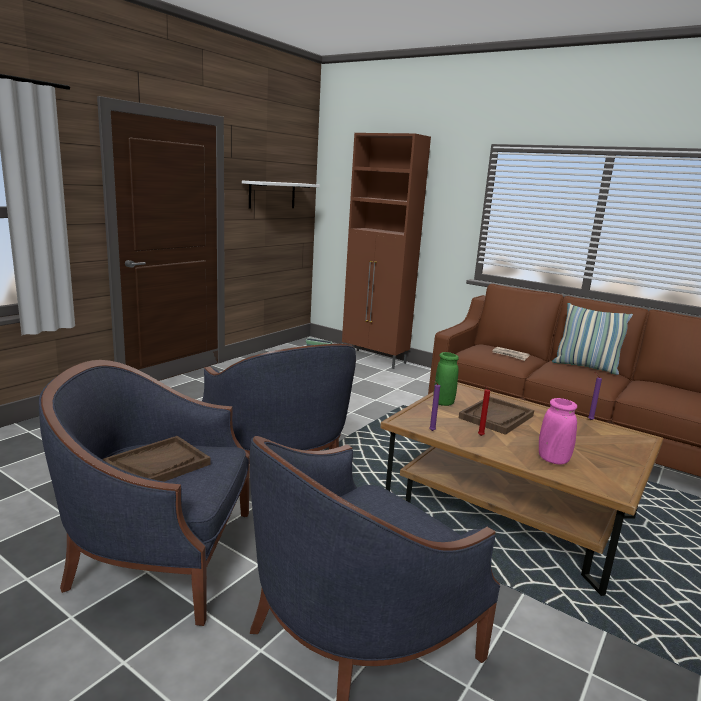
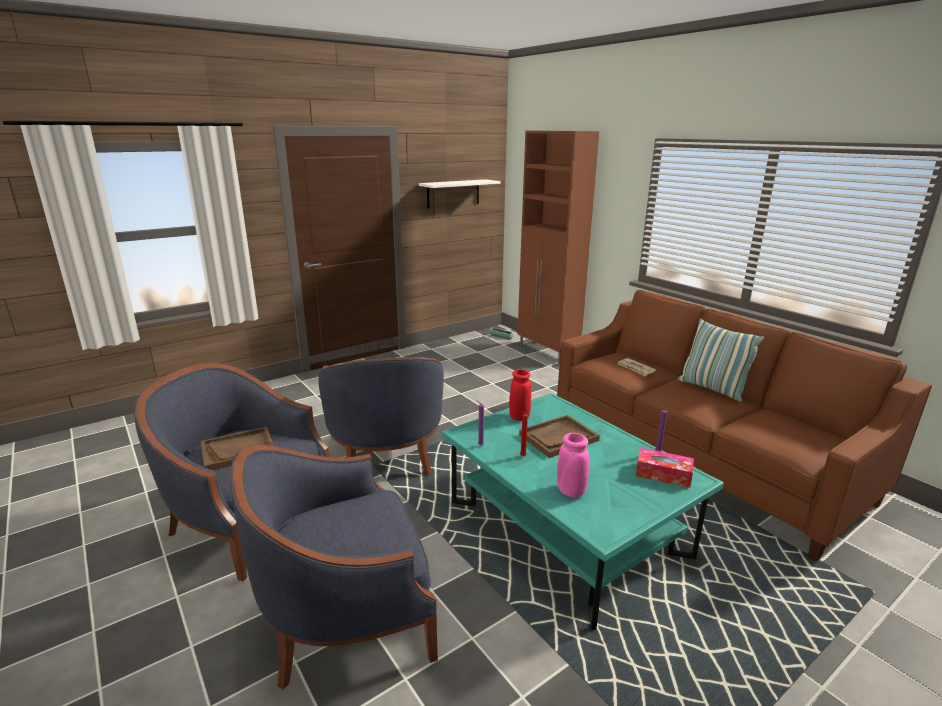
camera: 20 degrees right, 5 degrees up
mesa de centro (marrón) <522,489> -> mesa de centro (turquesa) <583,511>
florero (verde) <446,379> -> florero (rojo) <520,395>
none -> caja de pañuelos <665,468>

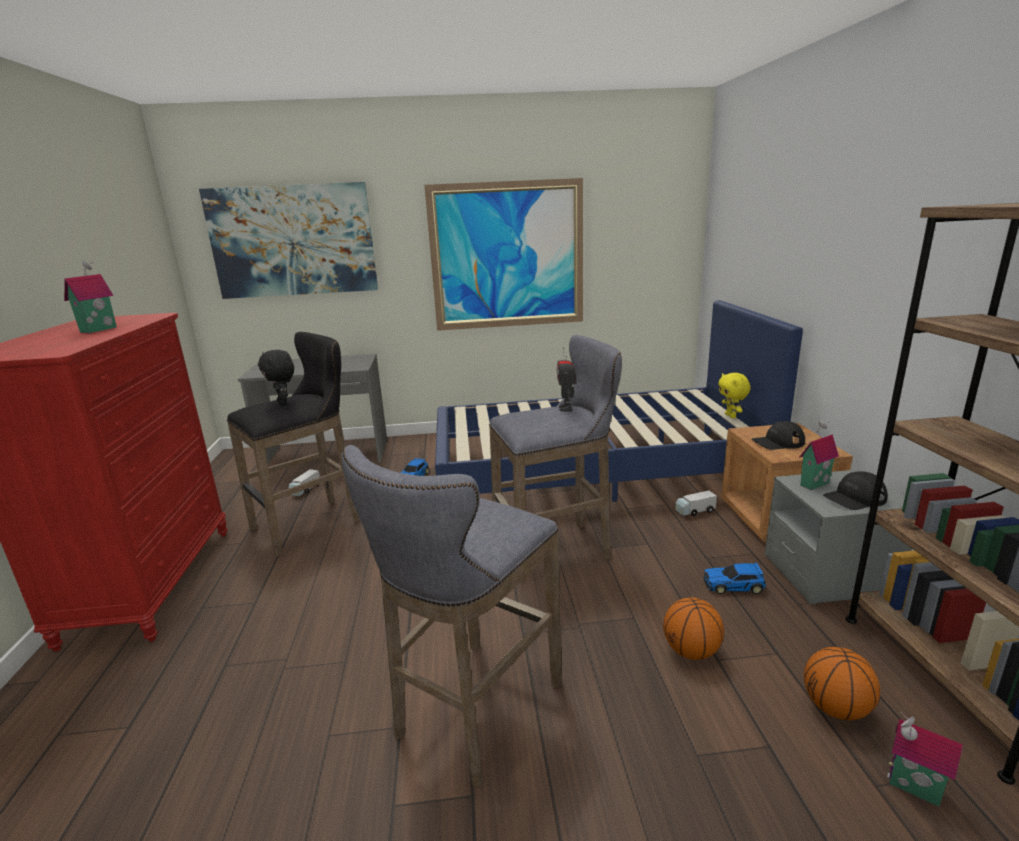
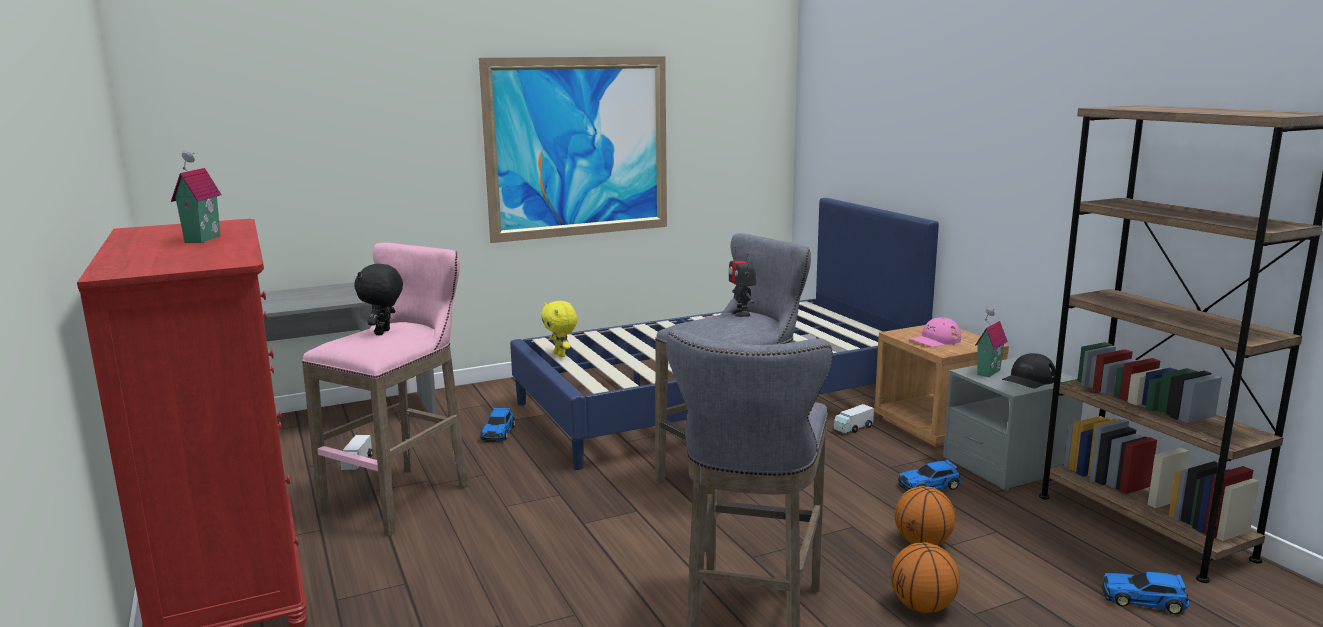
camera: 20 degrees left, 5 degrees down
cuadro <288,240> -> none
taburete (negro) <293,444> -> taburete (rosa) <385,389>
peluche (negro) <276,377> -> peluche (negro) <378,299>, 60 degrees clockwise
peluche (amarillo) <734,395> -> peluche (amarillo) <559,329>, move
gorra (negro) <778,435> -> gorra (rosa) <935,332>
balón de baloncesto <842,683> -> balón de baloncesto <925,577>, move
casita <925,759> -> coche de juguete <1145,593>

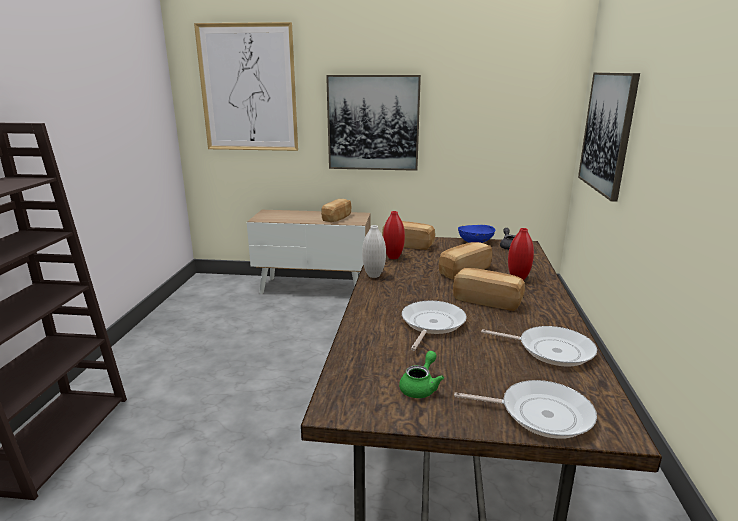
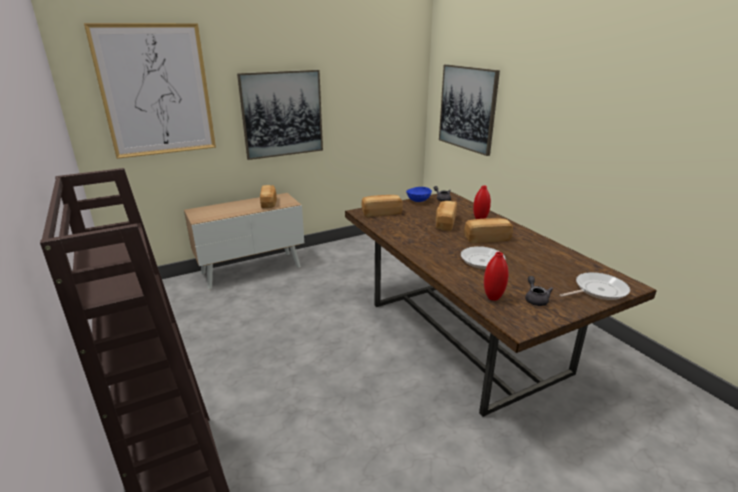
camera: 35 degrees left, 5 degrees up
florero (blanco) <374,251> -> none
florero (rojo) <394,235> -> florero (rojo) <496,276>, move
tetera (verde) <421,374> -> tetera (gris) <539,291>
sartén <539,346> -> none

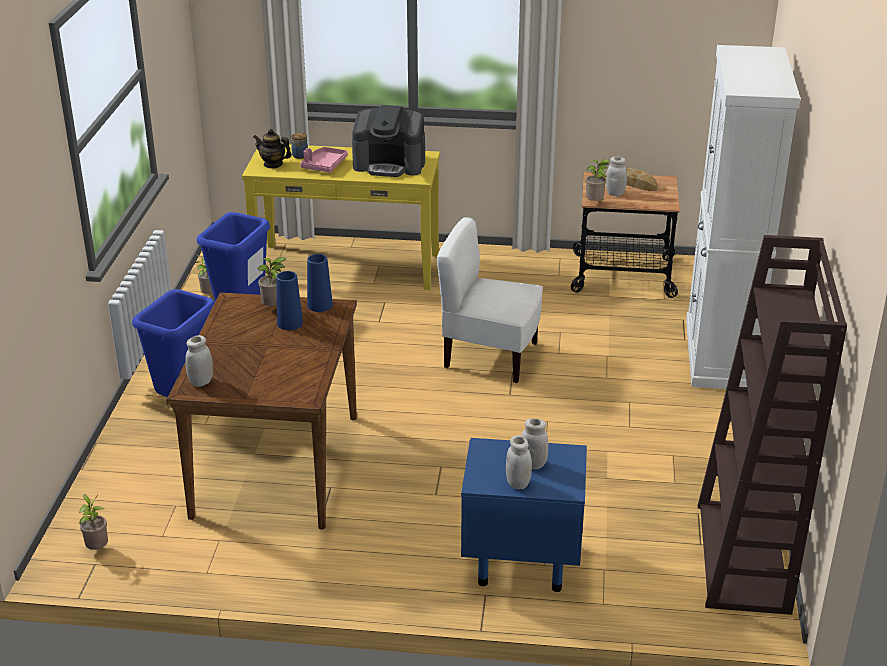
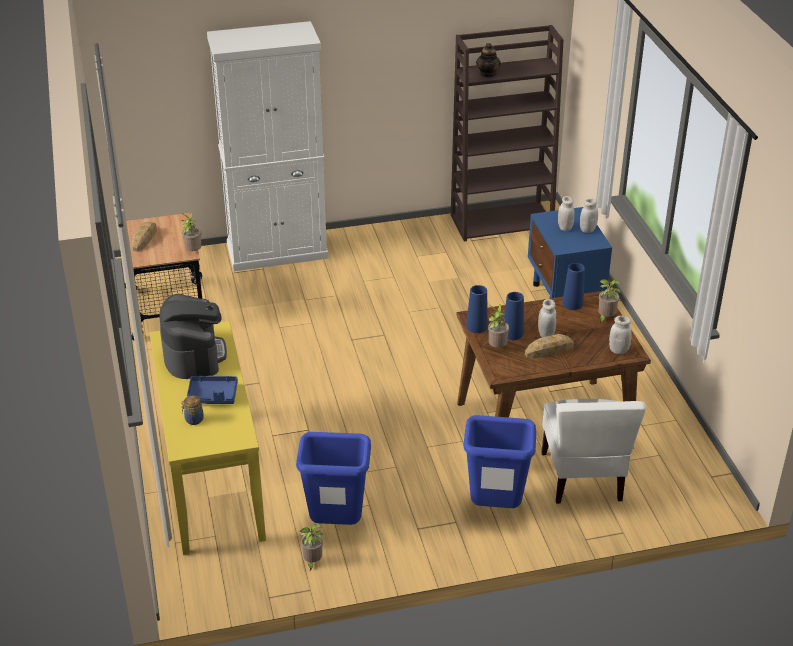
camera: 110 degrees left, 5 degrees up
planta en maceta <93,522> -> planta en maceta <610,301>, move
tetera <272,149> -> tetera <488,60>, move
bandeja (rosa) <324,159> -> bandeja (azul) <212,390>
silla (blanco) <490,300> -> silla (blanco) <593,451>, move
tarro (blanco) <616,176> -> tarro (blanco) <547,318>, move
none -> pan <549,346>
none -> florero (azul) <573,286>

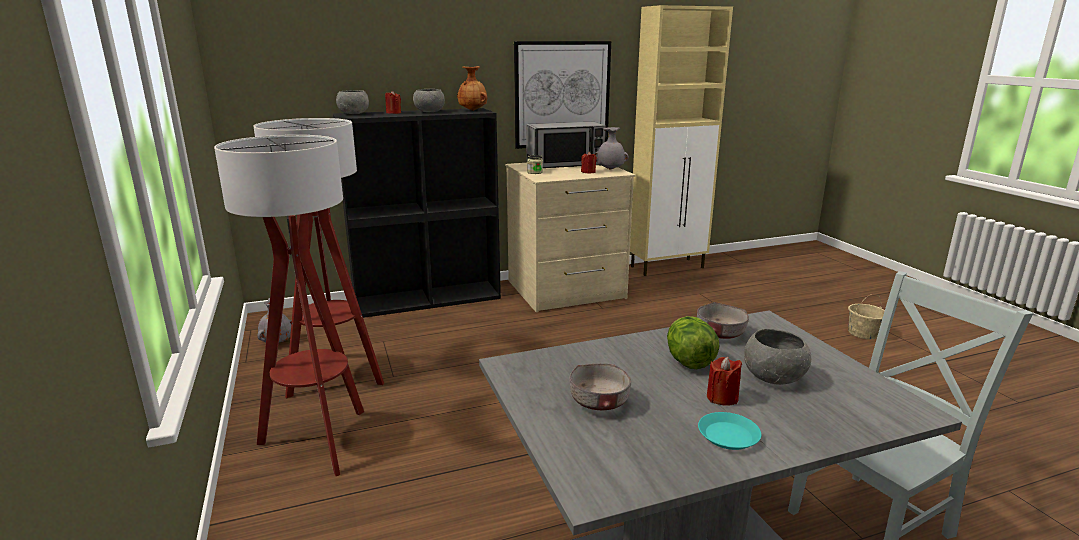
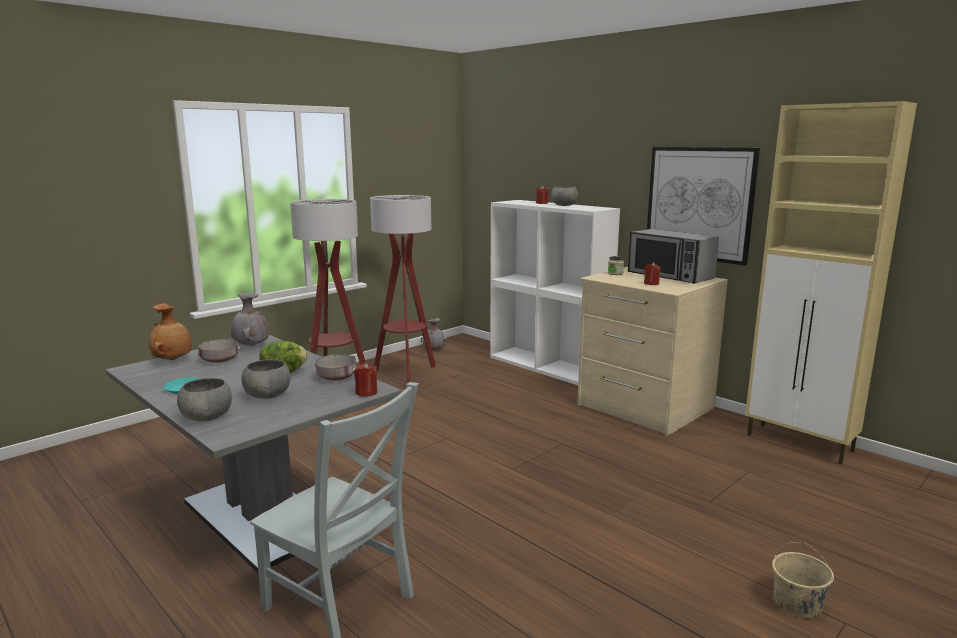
camera: 65 degrees right, 5 degrees down
estantería (negro) <417,213> -> estantería (blanco) <555,292>
cuenco (gris) <352,102> -> cuenco (gris) <204,400>, move
florero (marrón) <472,88> -> florero (marrón) <170,331>, move
florero (gris) <612,148> -> florero (gris) <250,319>, move
vela (rojo) <724,381> -> vela (rojo) <365,379>, move

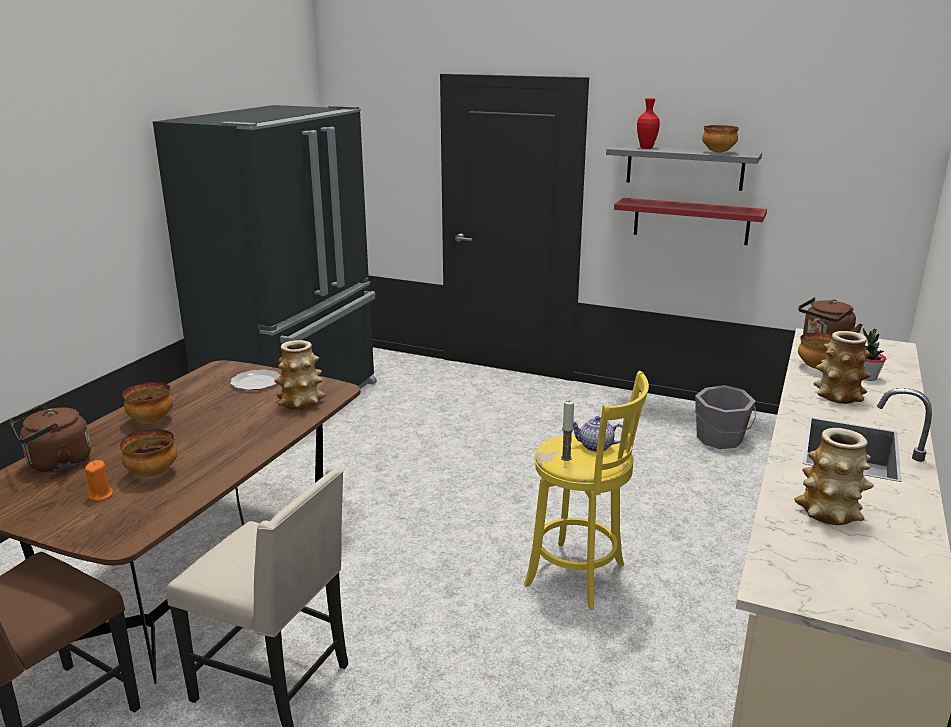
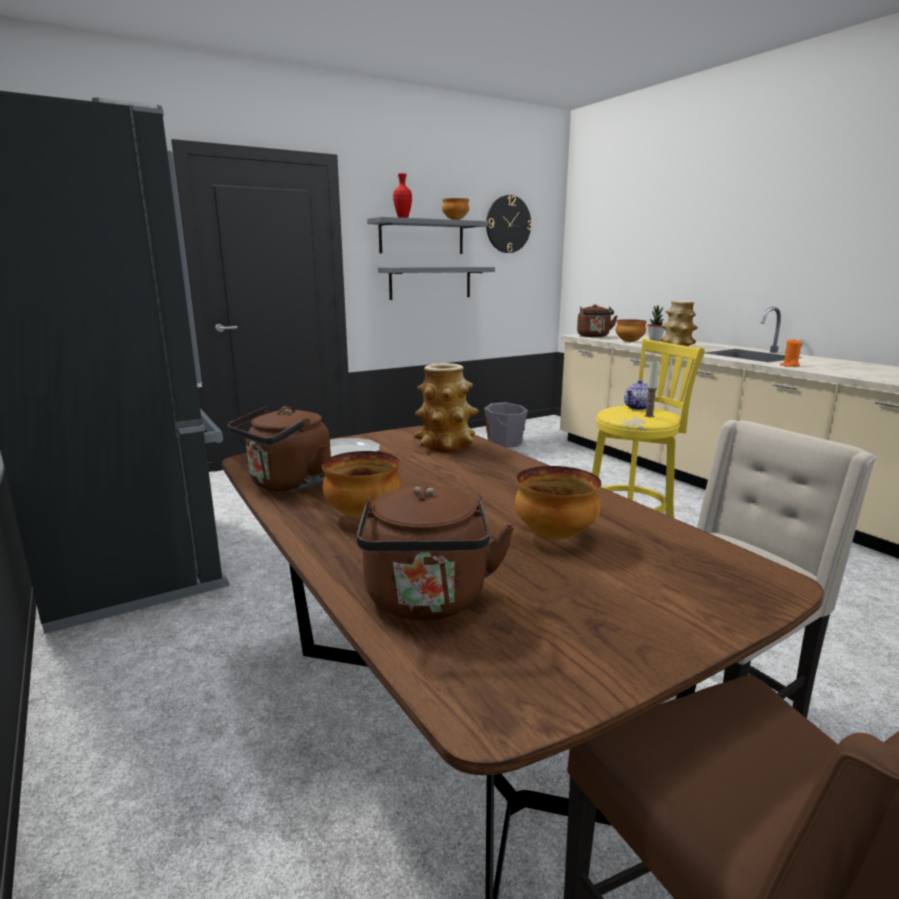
camera: 55 degrees left, 5 degrees down
vela (naranja) <99,480> -> vela (naranja) <791,352>, move
estante (rojo) <690,221> -> estante (gris) <436,283>
florero <834,476> -> none
none -> hervidor (marrón) <279,449>
none -> reloj de pared <509,224>

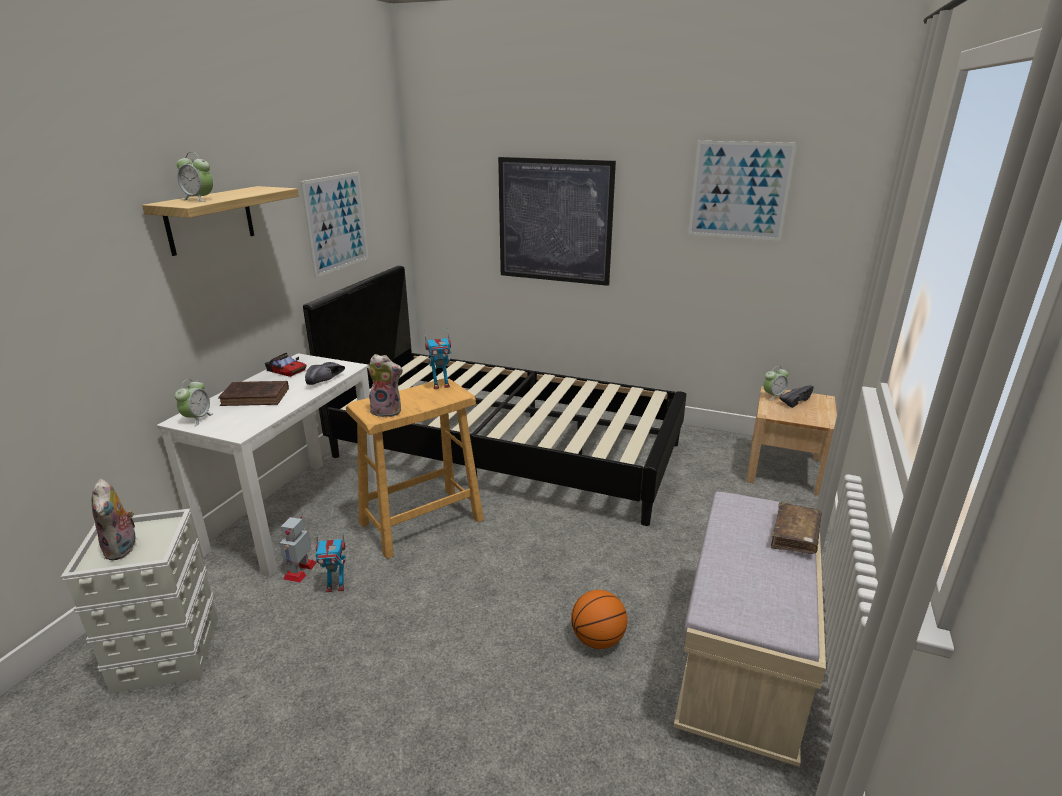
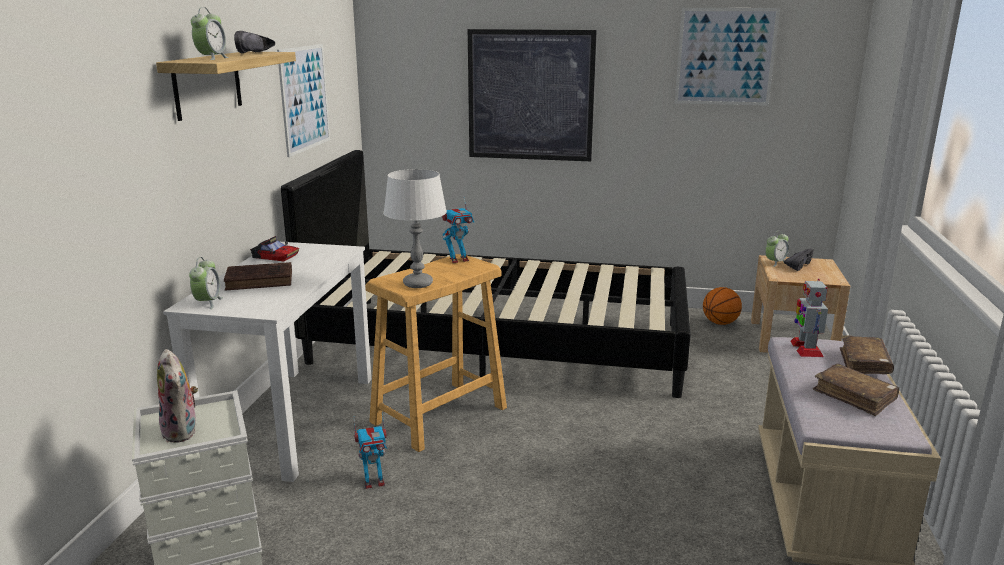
camera: 10 degrees left, 5 degrees down
despertador <195,177> -> despertador <210,33>, 90 degrees counterclockwise
robot de juguete <298,549> -> robot de juguete <809,318>, move
zapato (negro) <325,373> -> zapato (negro) <254,42>, move
peluche <385,385> -> lámpara de mesa (blanco) <415,228>
balón de baloncesto <599,619> -> balón de baloncesto <722,306>, move
none -> libro (marrón) <856,390>

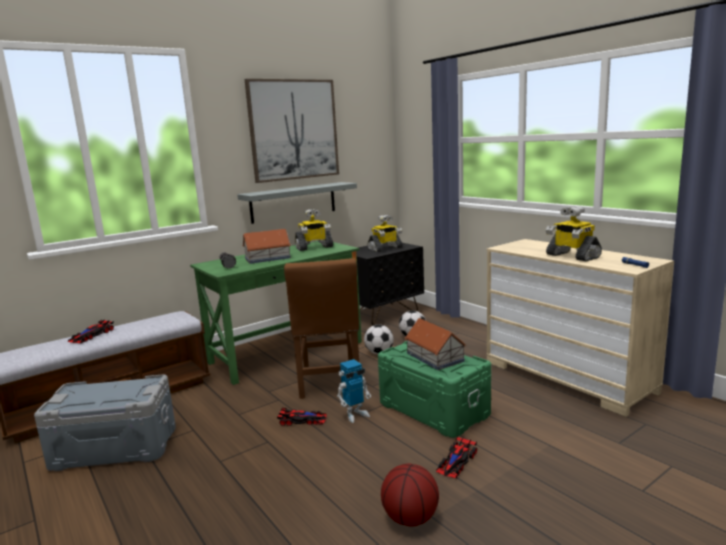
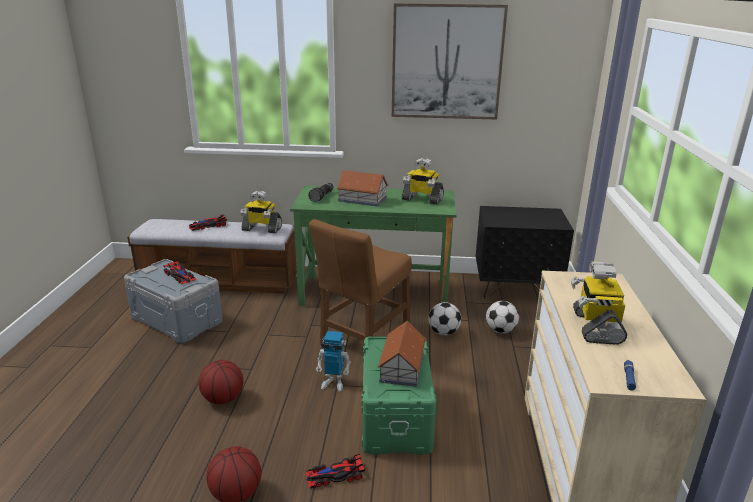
camera: 40 degrees right, 10 degrees up
estante (gris) <297,203> -> none
coche de juguete <302,417> -> coche de juguete <179,272>, move
robot de juguete <385,233> -> robot de juguete <261,211>, move
none -> balón de baloncesto <220,382>

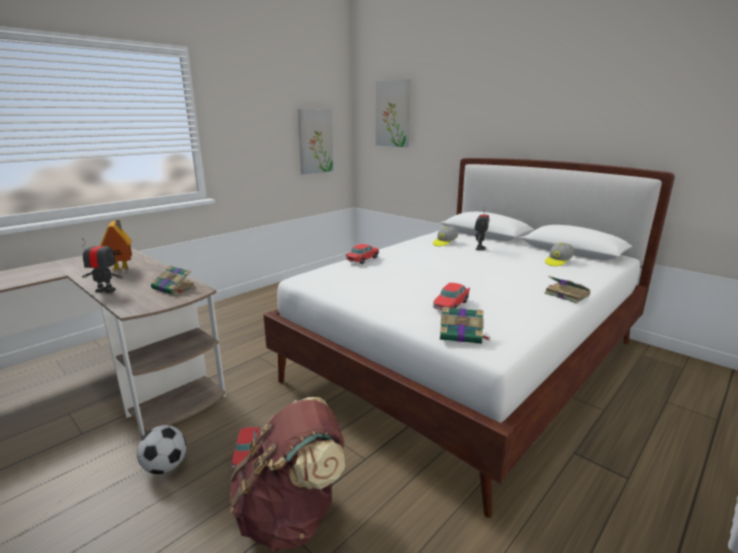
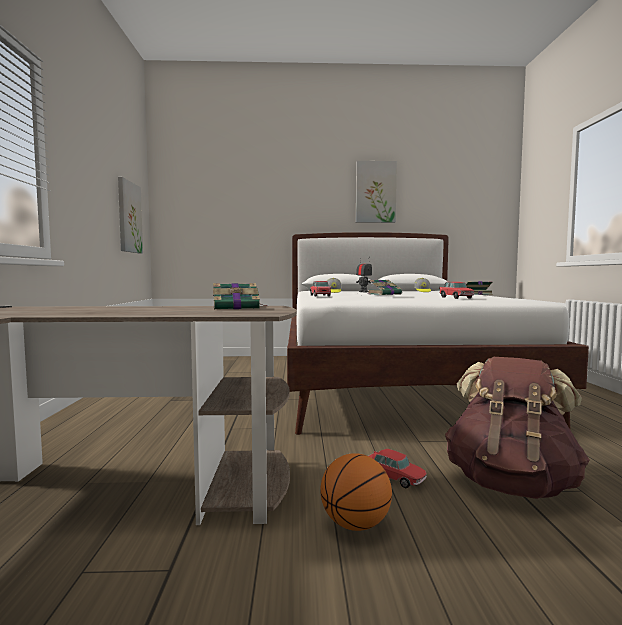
camera: 45 degrees left, 15 degrees down
robot de juguete <102,265> -> none
casita <116,245> -> none
balón de fútbol <161,449> -> balón de baloncesto <356,492>
cuadro <393,113> -> cuadro <376,192>, move
libro <465,325> -> libro <385,287>, move

